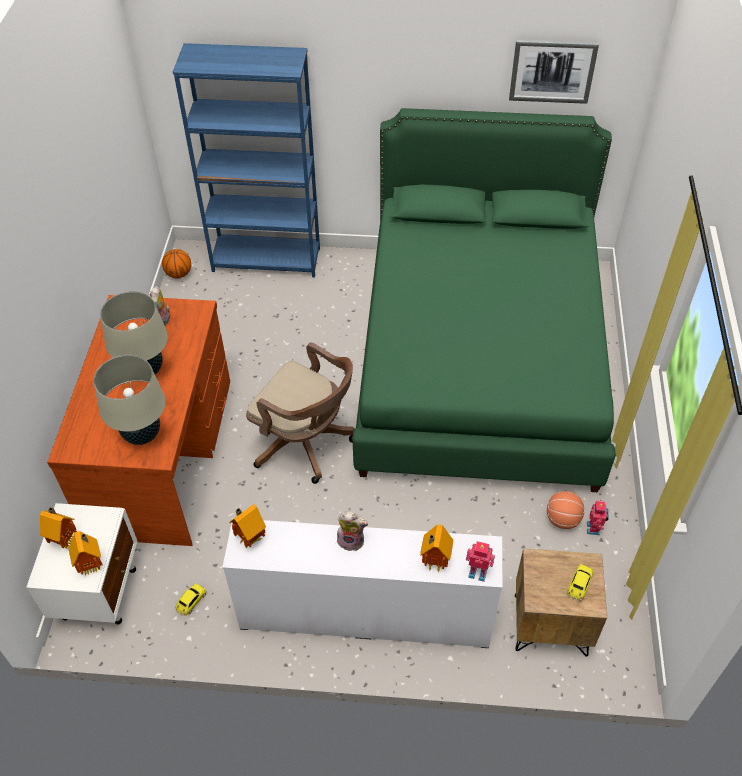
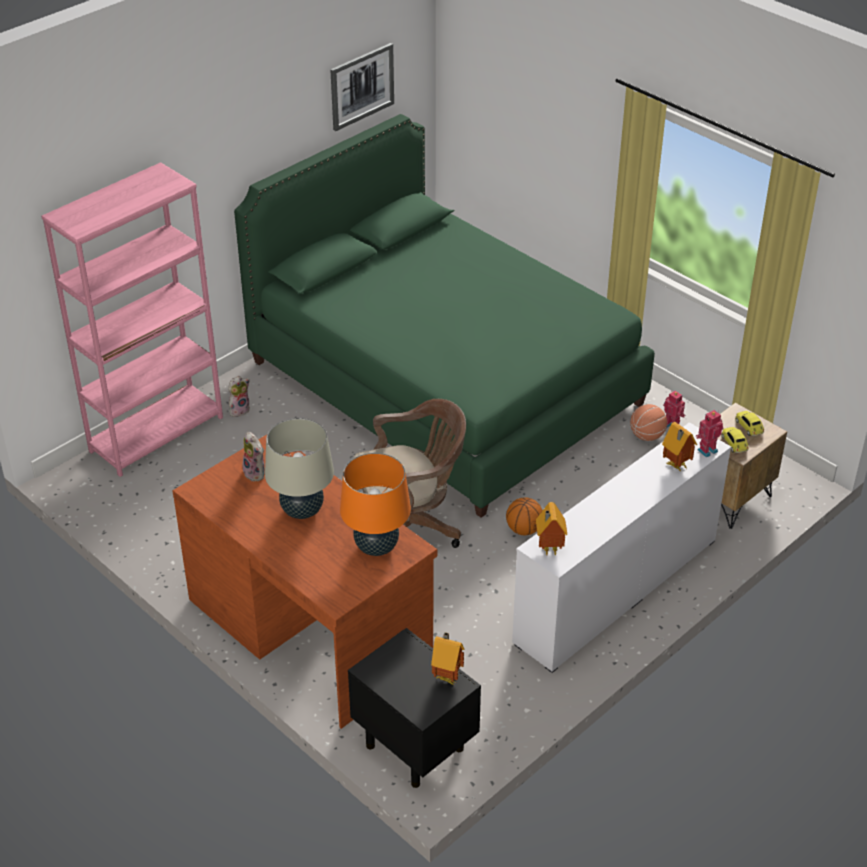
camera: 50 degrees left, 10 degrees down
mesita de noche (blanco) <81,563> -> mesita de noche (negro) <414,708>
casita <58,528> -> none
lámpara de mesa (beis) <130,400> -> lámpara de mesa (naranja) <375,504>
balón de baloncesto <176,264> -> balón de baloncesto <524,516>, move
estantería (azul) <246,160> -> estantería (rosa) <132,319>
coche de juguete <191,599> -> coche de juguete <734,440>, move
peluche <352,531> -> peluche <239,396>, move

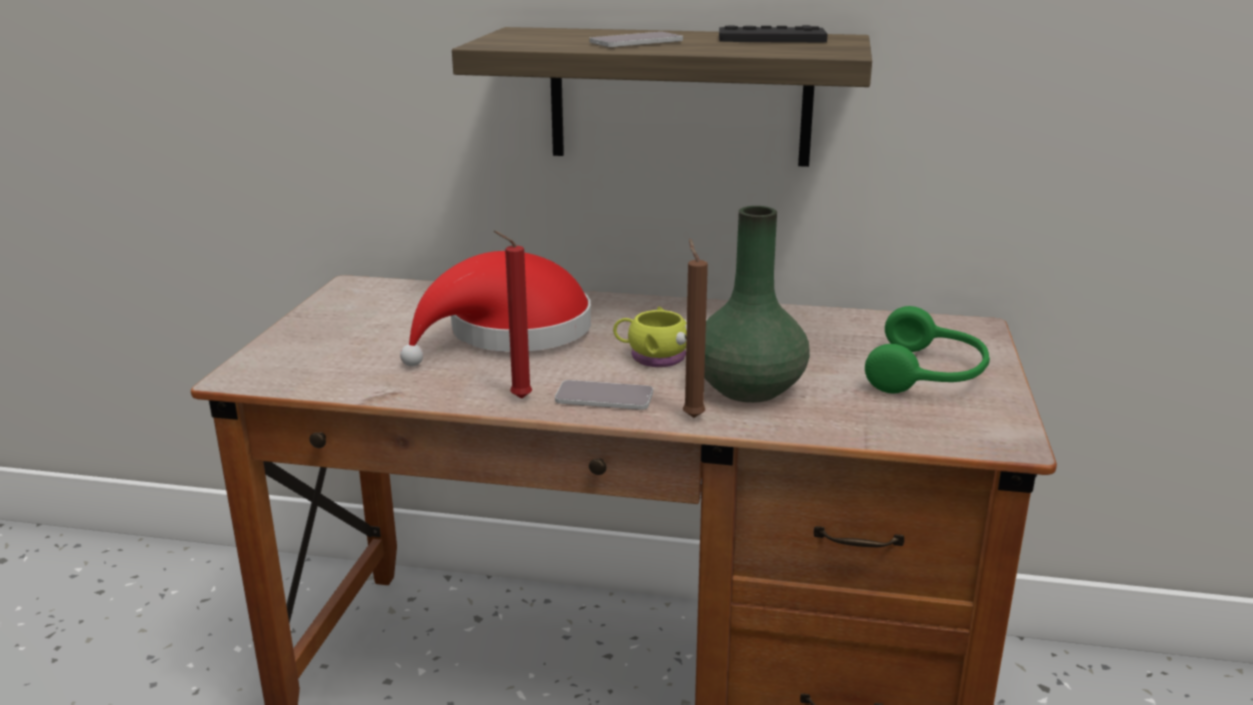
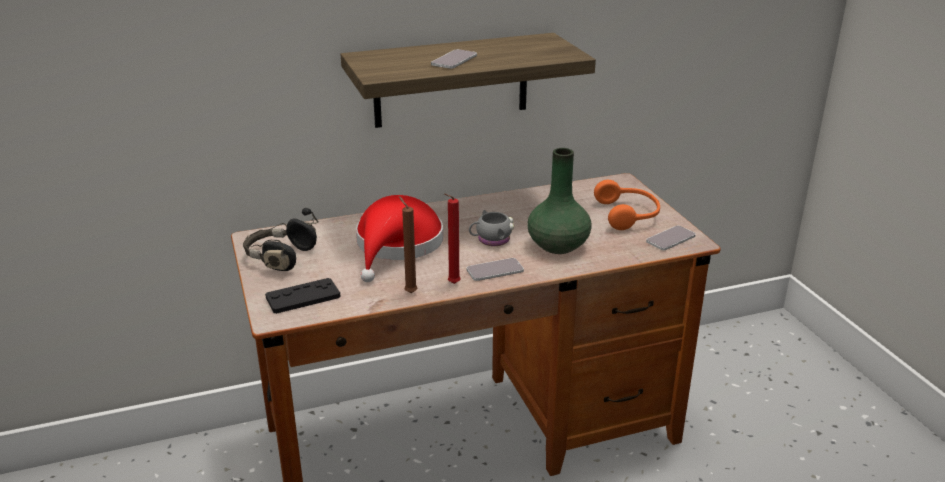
camera: 30 degrees left, 5 degrees up
taza grande (amarillo) <650,337> -> taza grande (gris) <491,228>
vela (marrón) <695,328> -> vela (marrón) <408,244>, move
mando de consola (negro) <773,33> -> mando de consola (negro) <303,296>, move
auriculares (verde) <927,349> -> auriculares (naranja) <627,205>
none -> auriculares (negro) <280,239>
none -> móvil <671,238>

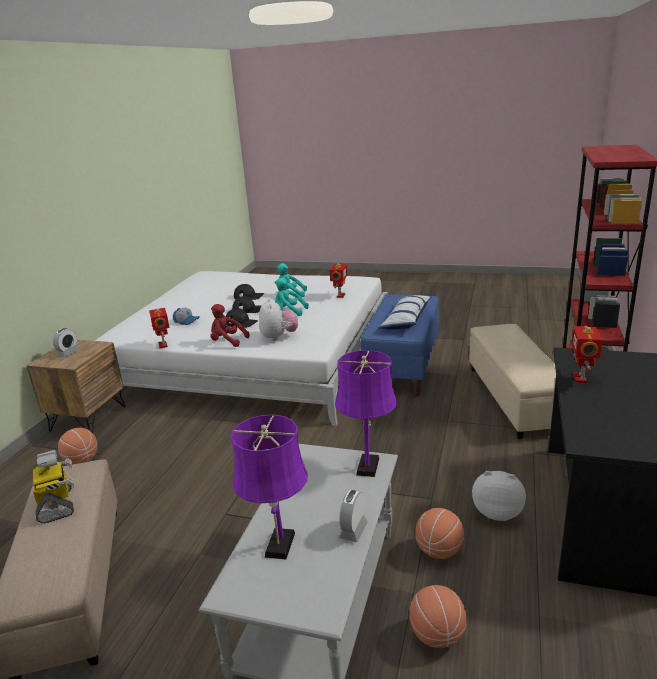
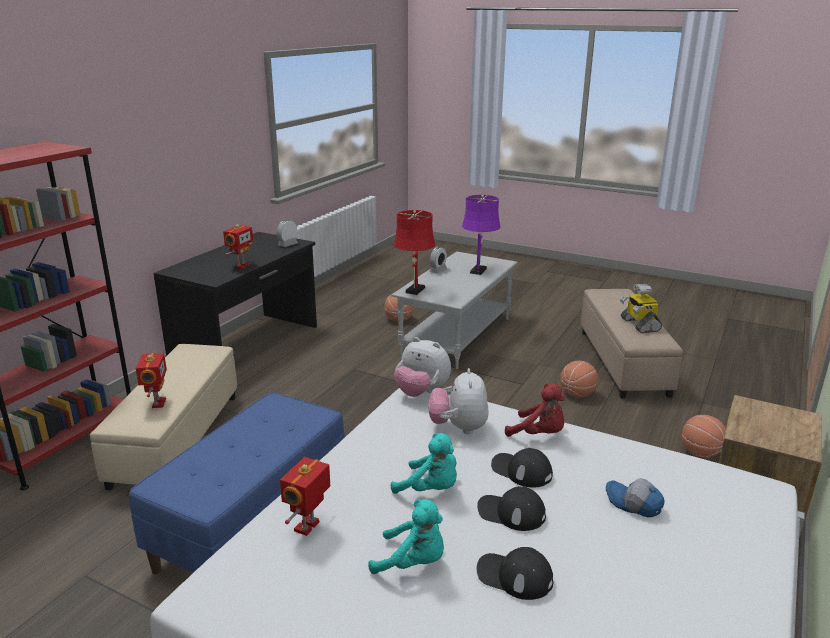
camera: 170 degrees left, 0 degrees up
despertador <66,342> -> despertador <287,233>, move
robot de juguete <159,328> -> robot de juguete <151,380>, move
lámpara de mesa (morado) <366,413> -> lámpara de mesa (rojo) <414,252>
cojín <405,312> -> none
balón de baloncesto <439,533> -> balón de baloncesto <579,379>, move
peluche <499,496> -> peluche <422,367>, move

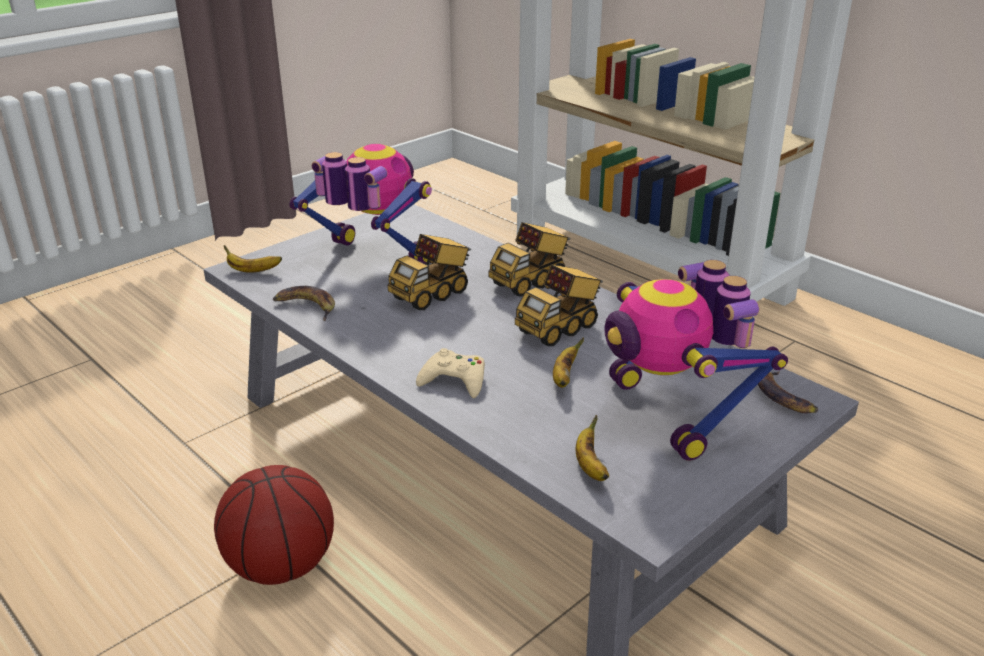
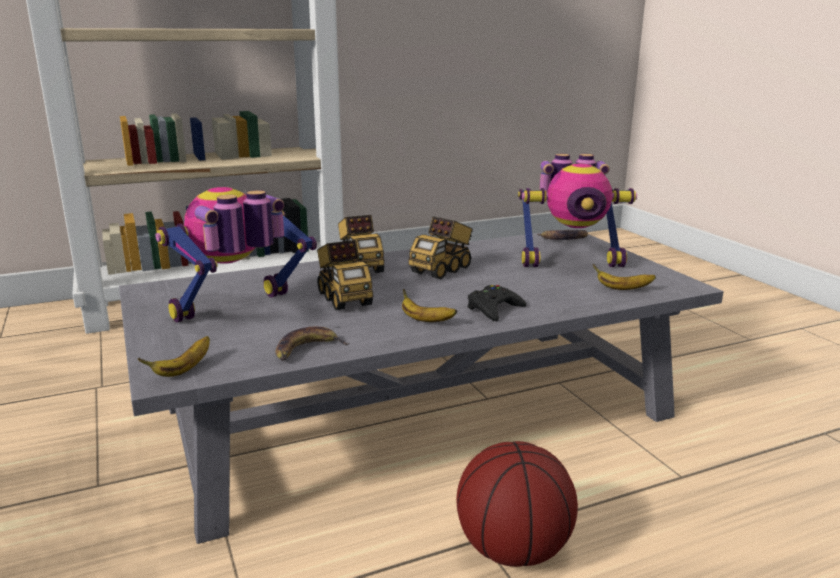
camera: 70 degrees left, 10 degrees down
mando de consola (beis) <450,373> -> mando de consola (negro) <496,303>
camión de juguete <559,305> -> camión de juguete <440,247>, 60 degrees clockwise
plátano <568,362> -> plátano <429,305>, move

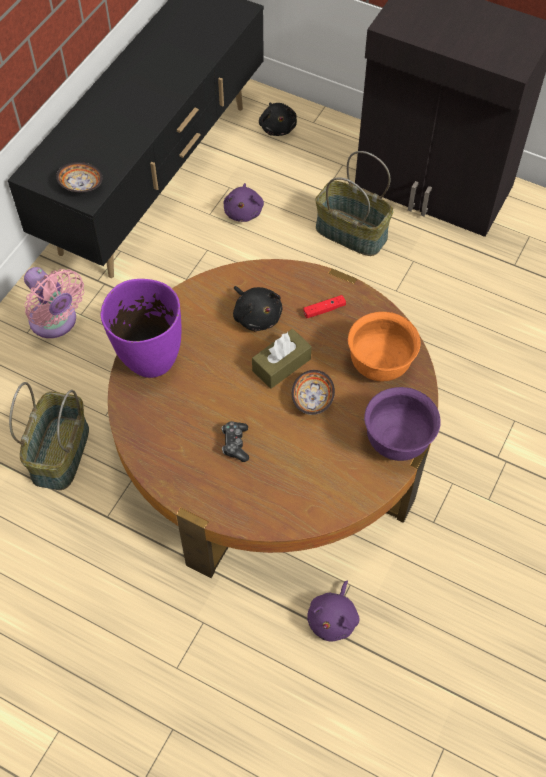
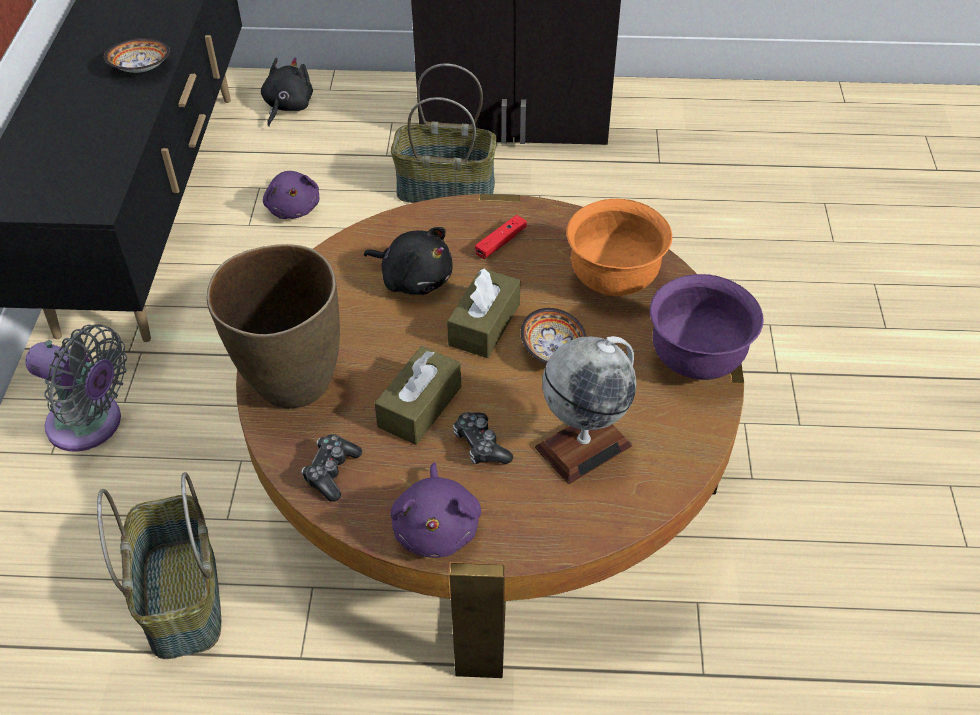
camera: 25 degrees left, 10 degrees down
ventilador (rosa) <54,302> -> ventilador (gris) <76,388>
cuenco <79,177> -> cuenco <137,55>, move
florero (morado) <141,328> -> florero (marrón) <273,326>
peluche (negro) <278,119> -> peluche (negro) <287,92>, 120 degrees counterclockwise
peluche (morado) <333,611> -> peluche (morado) <436,510>, move
none -> mando de consola <331,468>
none -> caja de pañuelos (marrón) <417,395>
none -> globo terráqueo <585,410>

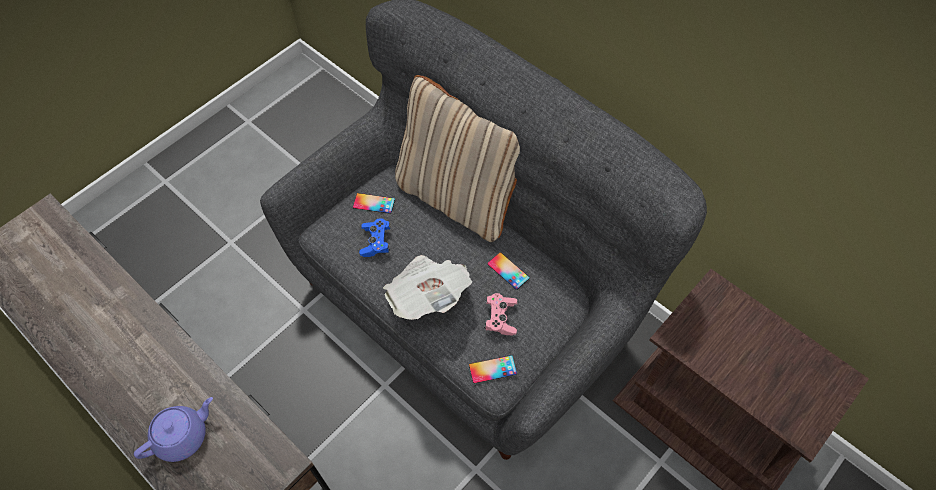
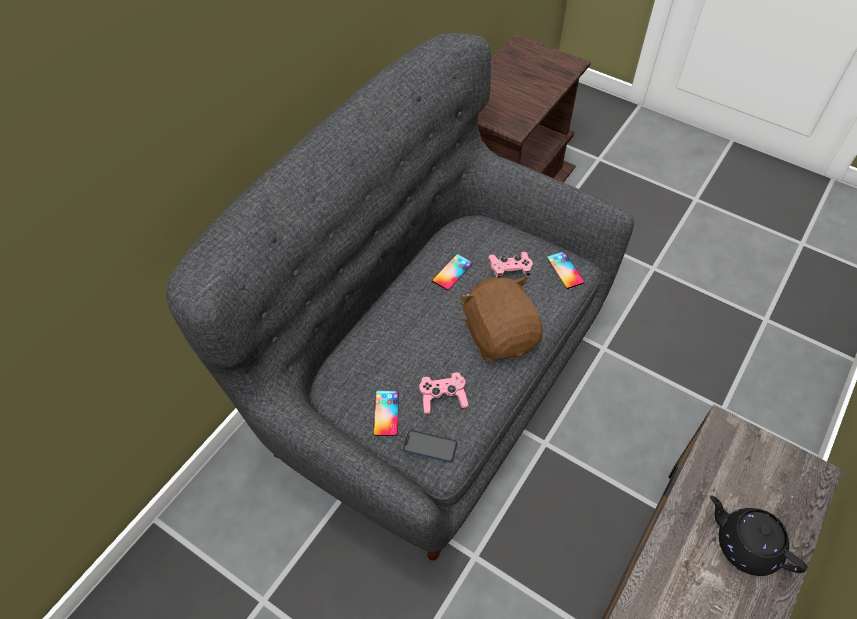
camera: 100 degrees left, 5 degrees down
tetera (morado) <173,429> -> tetera (negro) <758,535>
mando de consola (azul) <375,237> -> mando de consola (rosa) <444,393>
periódico <427,287> -> peluche (marrón) <501,319>
cojín (beis) <457,158> -> none
none -> móvil <430,446>

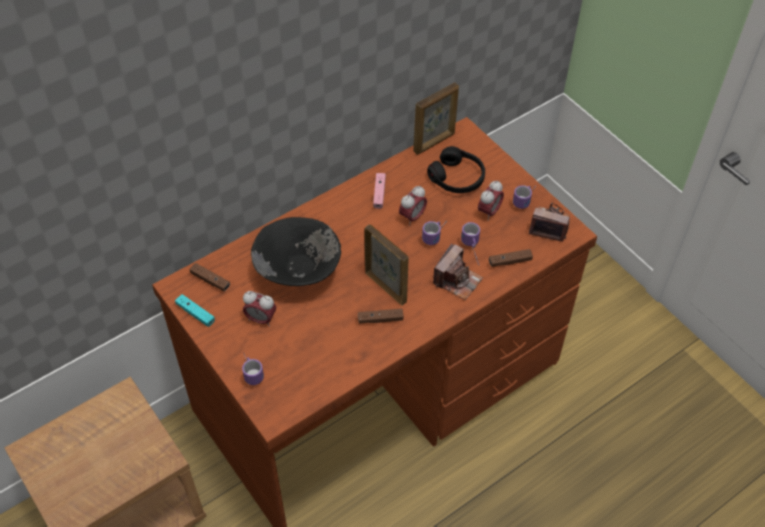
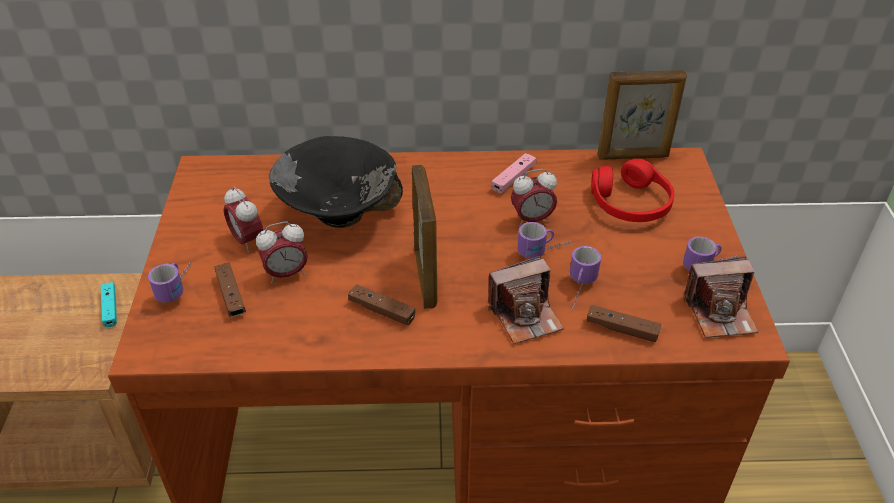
camera: 35 degrees right, 10 degrees down
mando de consola (turquesa) <195,310> -> mando de consola (turquesa) <109,304>, move
mando de consola (marrón) <209,277> -> mando de consola (marrón) <230,290>, move
auriculares (negro) <456,169> -> auriculares (rojo) <632,190>
despertador <491,200> -> despertador <282,252>, move
cámara <549,222> -> cámara <721,297>, 120 degrees clockwise

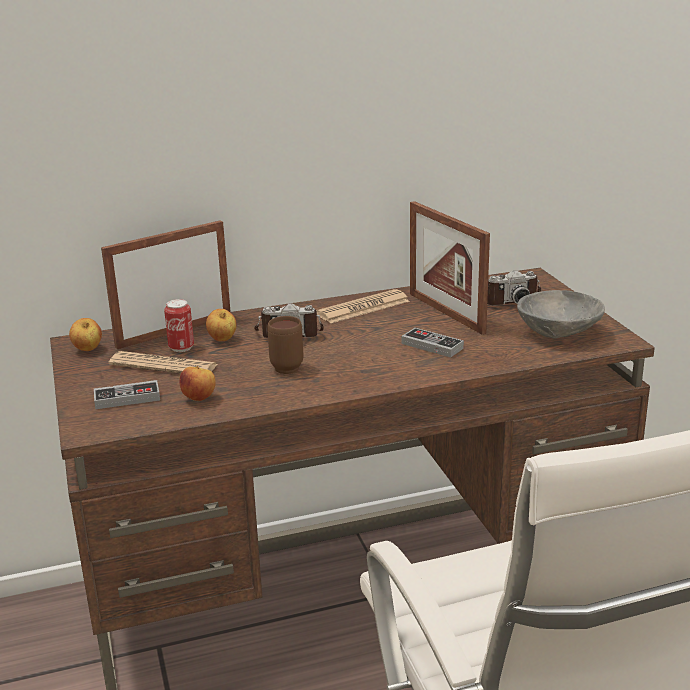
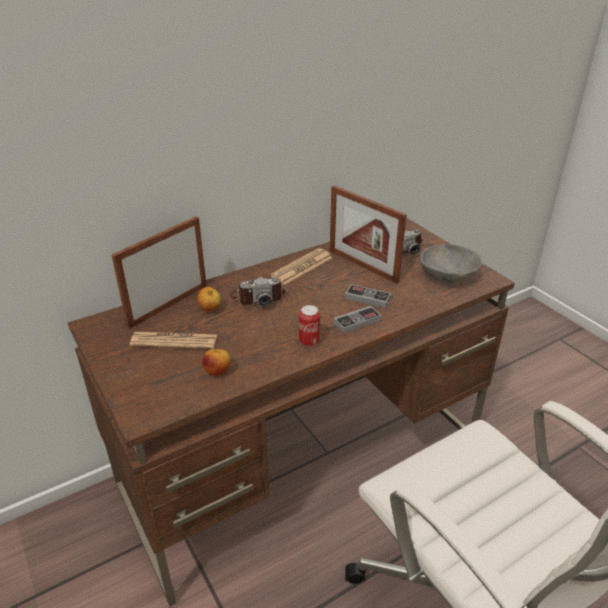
camera: 15 degrees left, 10 degrees up
manzana <85,334> -> none
mando de consola <127,394> -> mando de consola <357,320>, move
lata <179,325> -> lata <309,326>, move
taza grande (marrón) <285,345> -> none

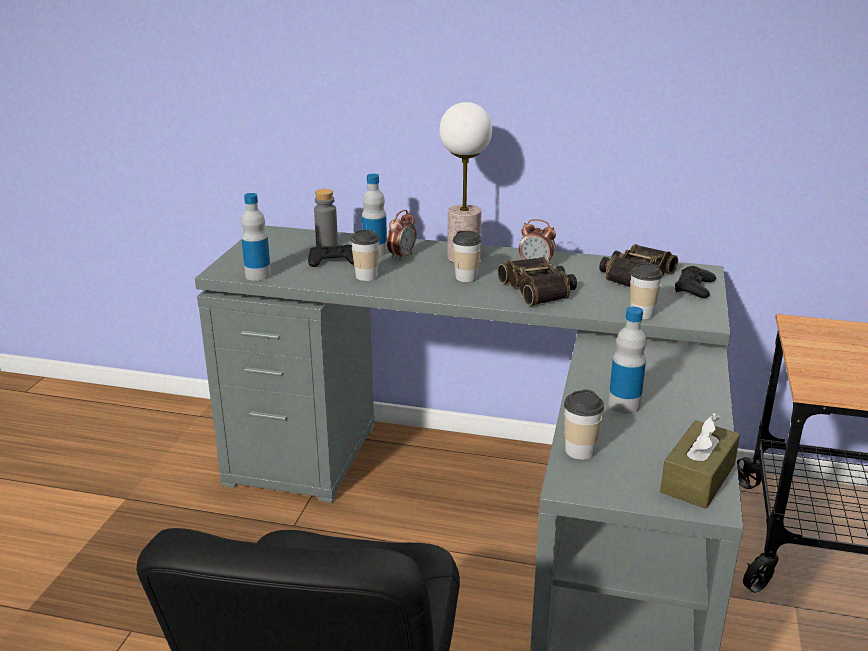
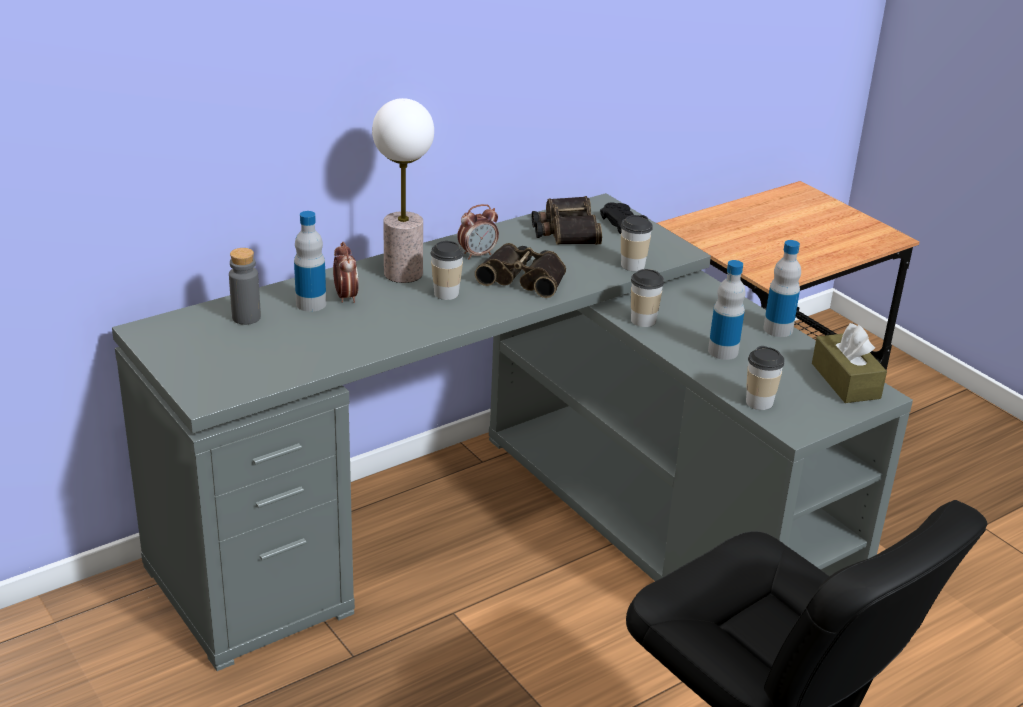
camera: 50 degrees left, 5 degrees up
botella <256,237> -> botella <782,288>, move
mando de consola (negro) <331,256> -> none
taza <365,255> -> taza <647,298>, move

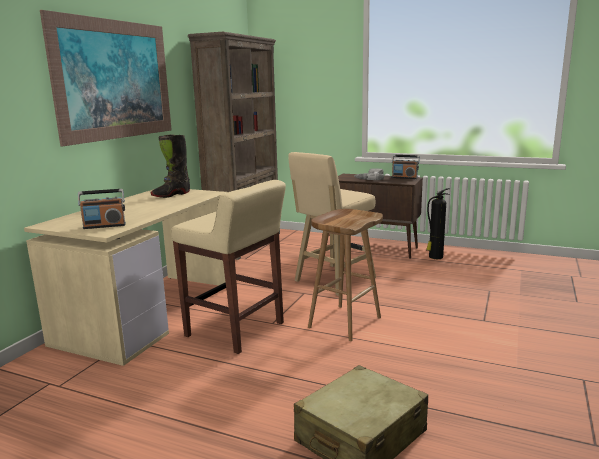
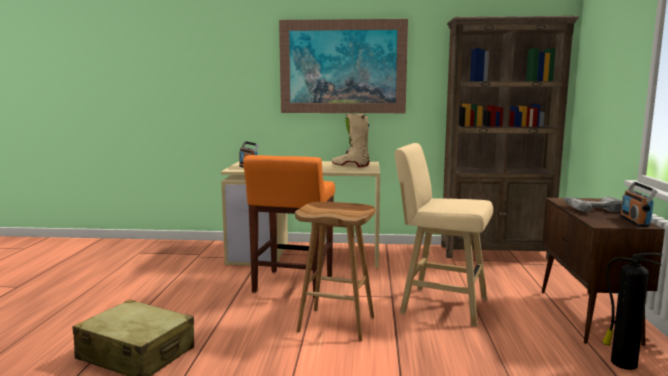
camera: 70 degrees right, 5 degrees down
bota (negro) <170,166> -> bota (beis) <350,140>
taburete (beis) <228,267> -> taburete (naranja) <289,226>

